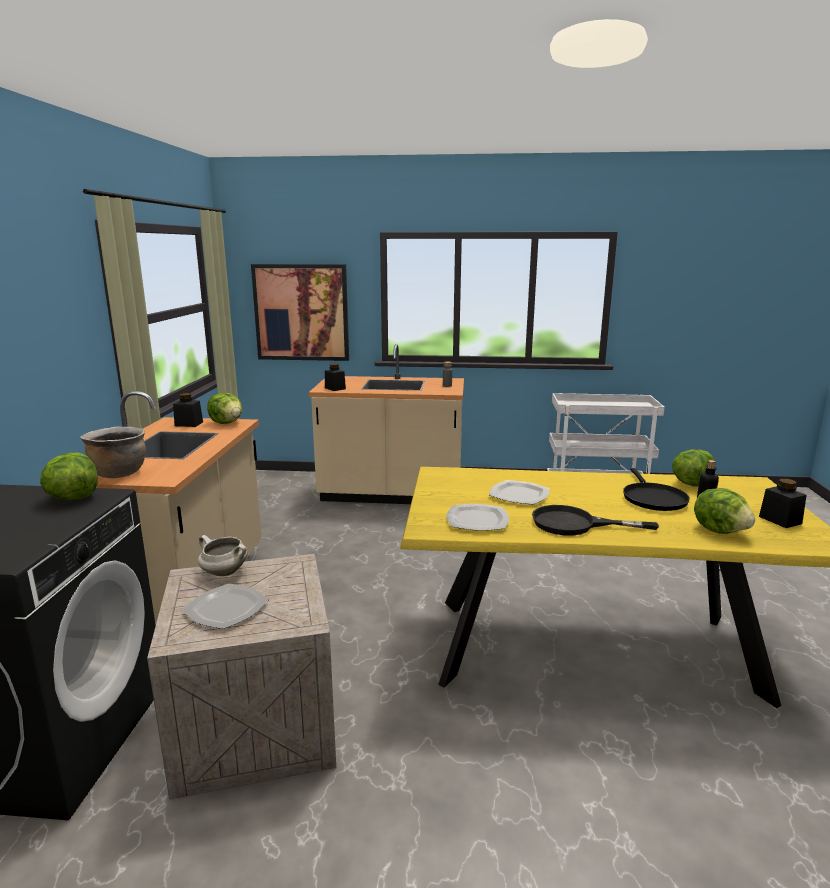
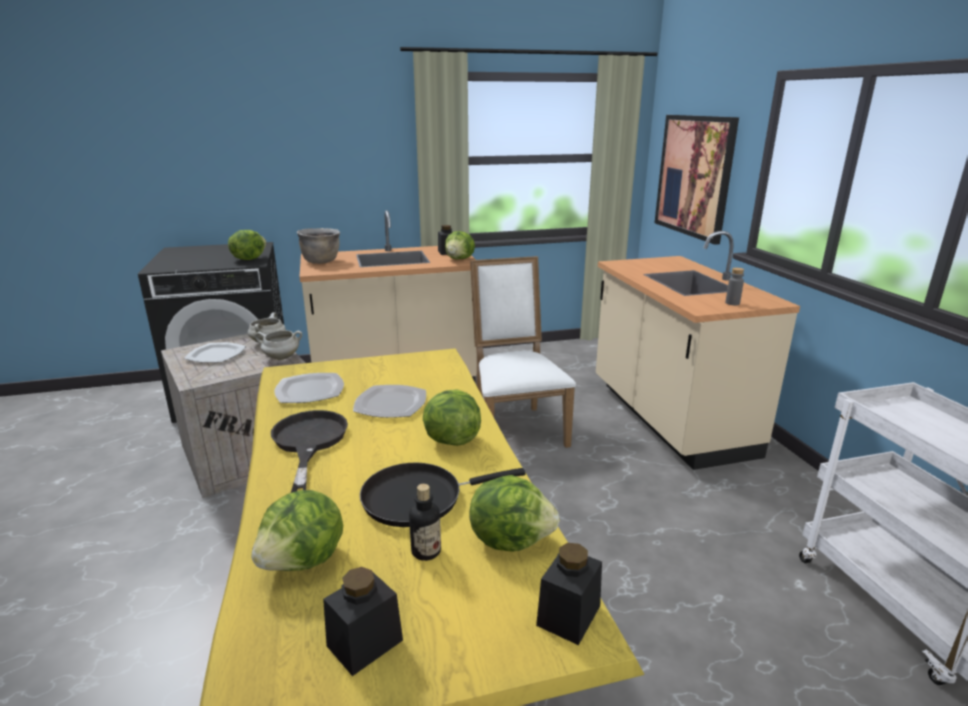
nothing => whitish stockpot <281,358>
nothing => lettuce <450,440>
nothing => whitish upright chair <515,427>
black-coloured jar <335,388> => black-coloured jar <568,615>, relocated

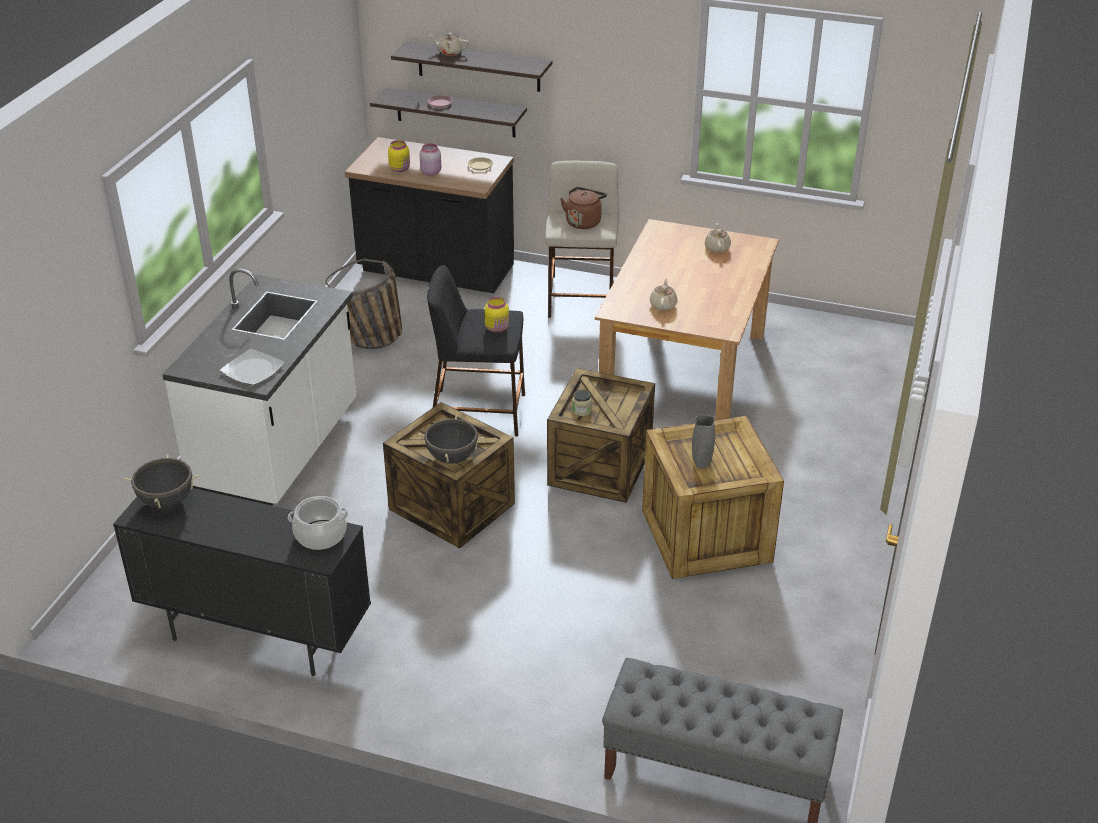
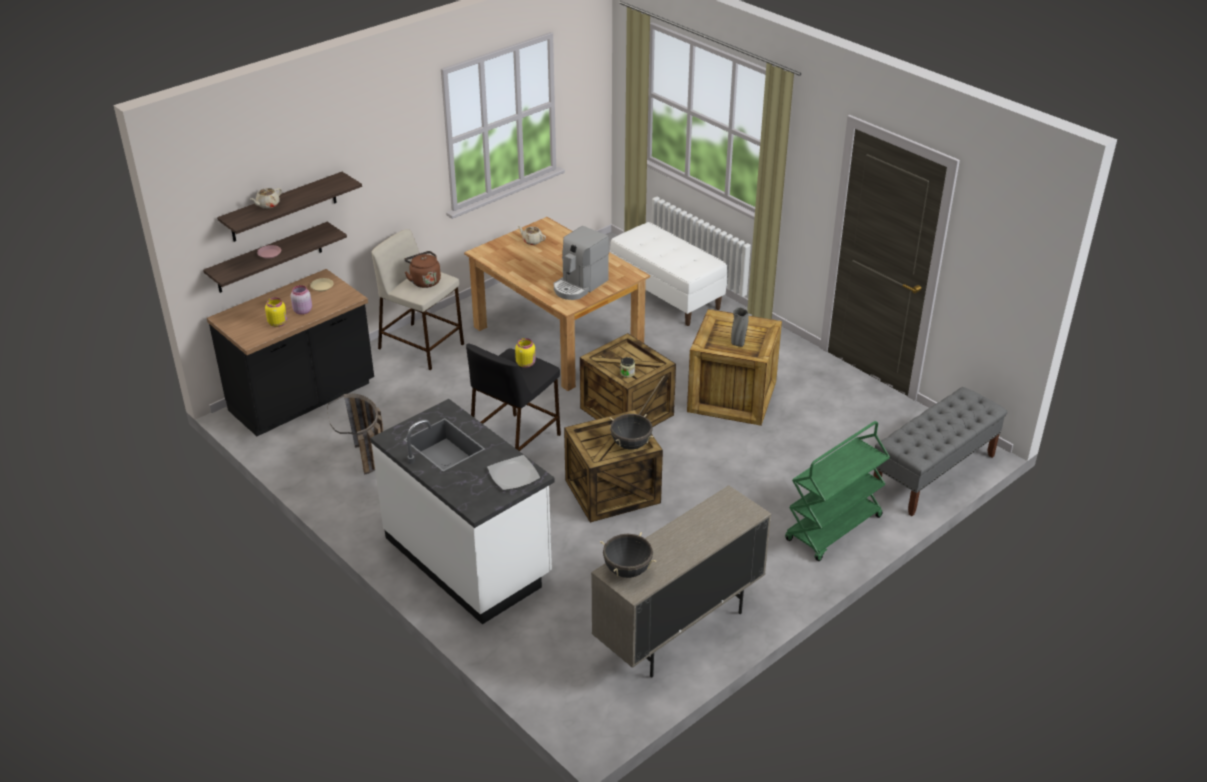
beige teapot <663,305> => coffee maker <579,285>
black-coloured cabinet <256,636> => beige cabinet <679,630>
nothing => whitish bench <667,295>
nothing => green cart <833,529>
stockpot <320,535> => nothing

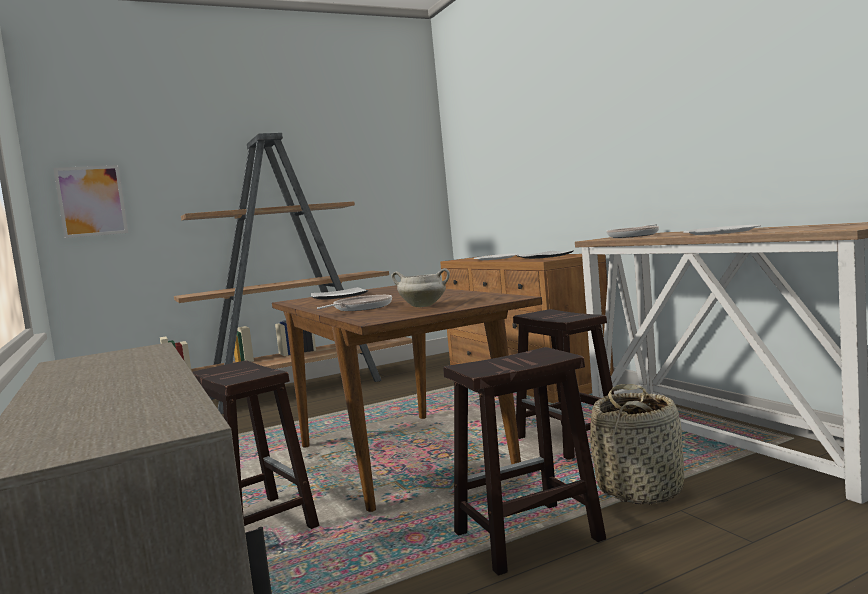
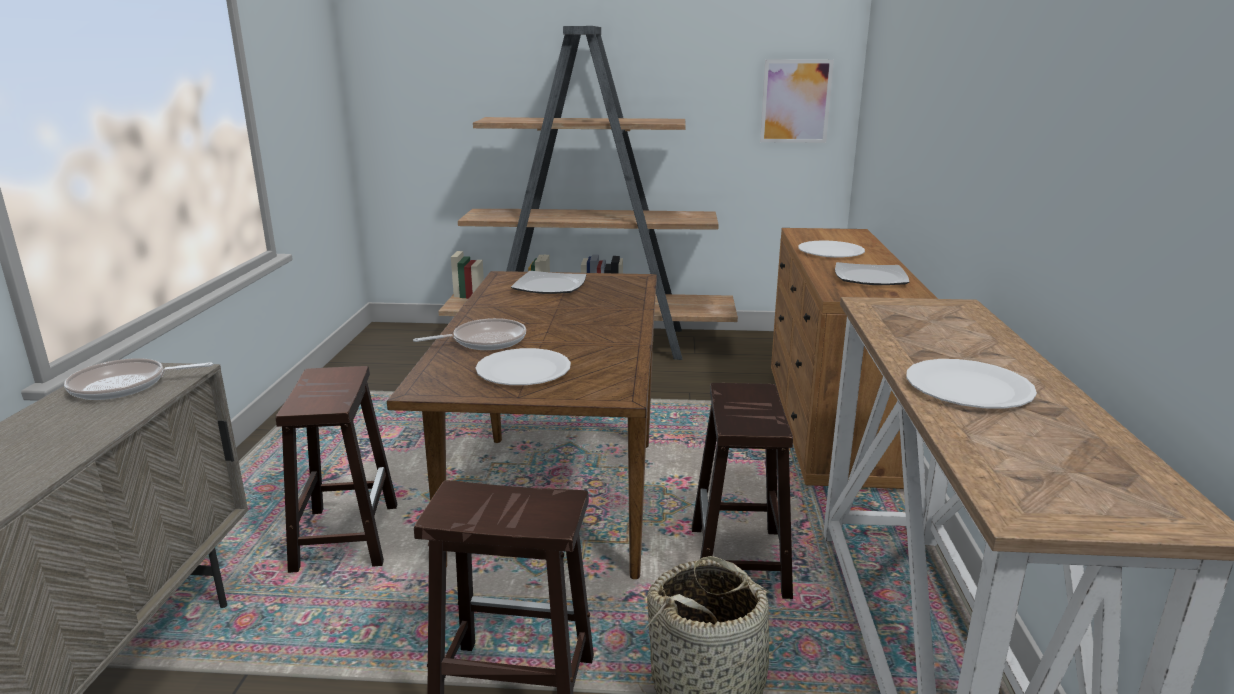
skillet <635,236> => skillet <124,386>, relocated
whitish stockpot <424,306> => whitish plate <524,370>
wall art <91,201> => wall art <795,101>, relocated

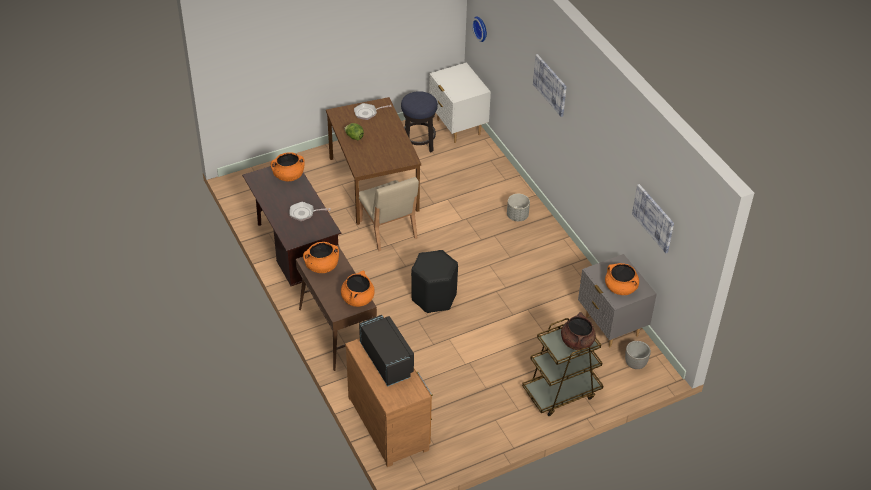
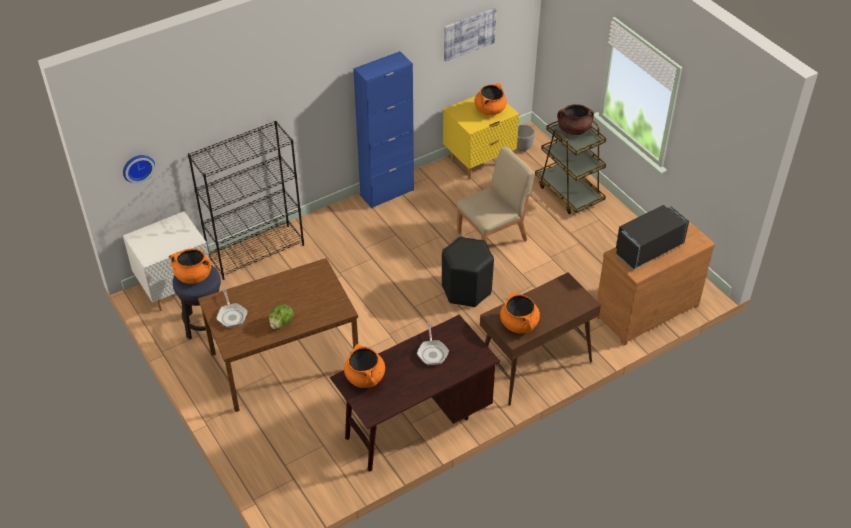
orange stockpot <358,298> => orange stockpot <193,276>, relocated
nothing => black-coloured shelving unit <256,251>
nothing => blue-coloured cabinet <387,193>
gray nightstand <611,326> => yellow nightstand <478,162>
beige upright chair <387,230> => beige upright chair <493,236>, relocated
gray plant pot <517,216> => nothing
wall art <550,85> => nothing

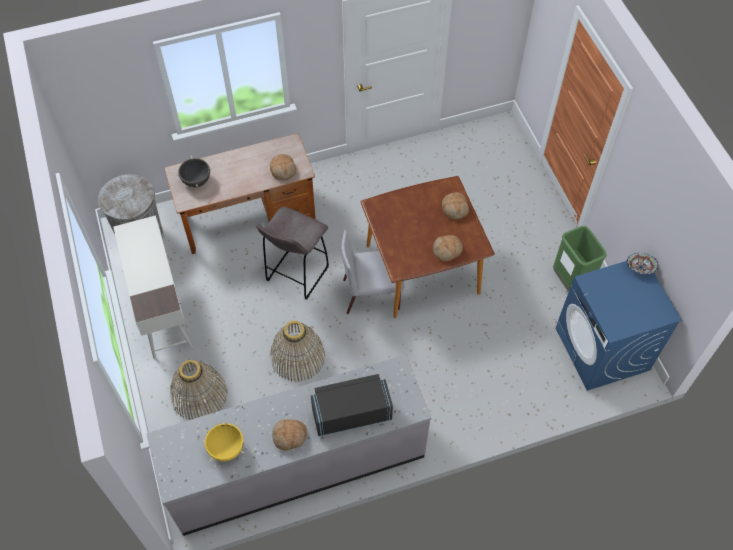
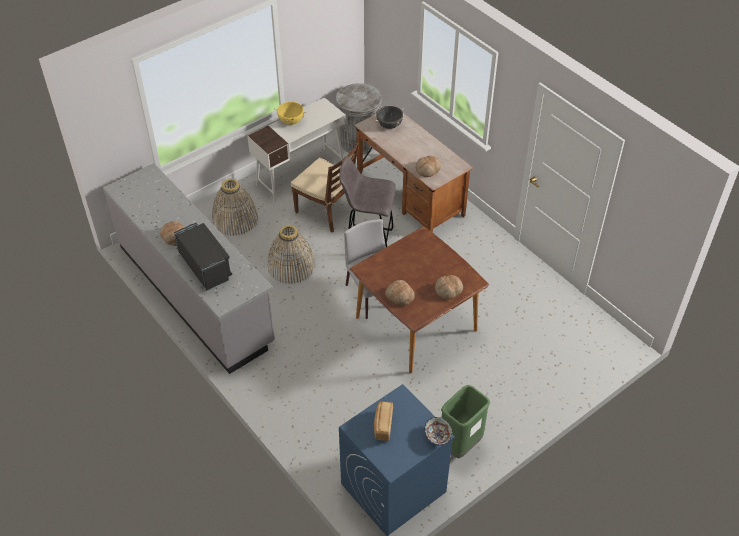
yellow stockpot <226,448> => yellow stockpot <291,121>, relocated
nothing => brownish upright chair <327,210>
nothing => bakery bread <382,425>

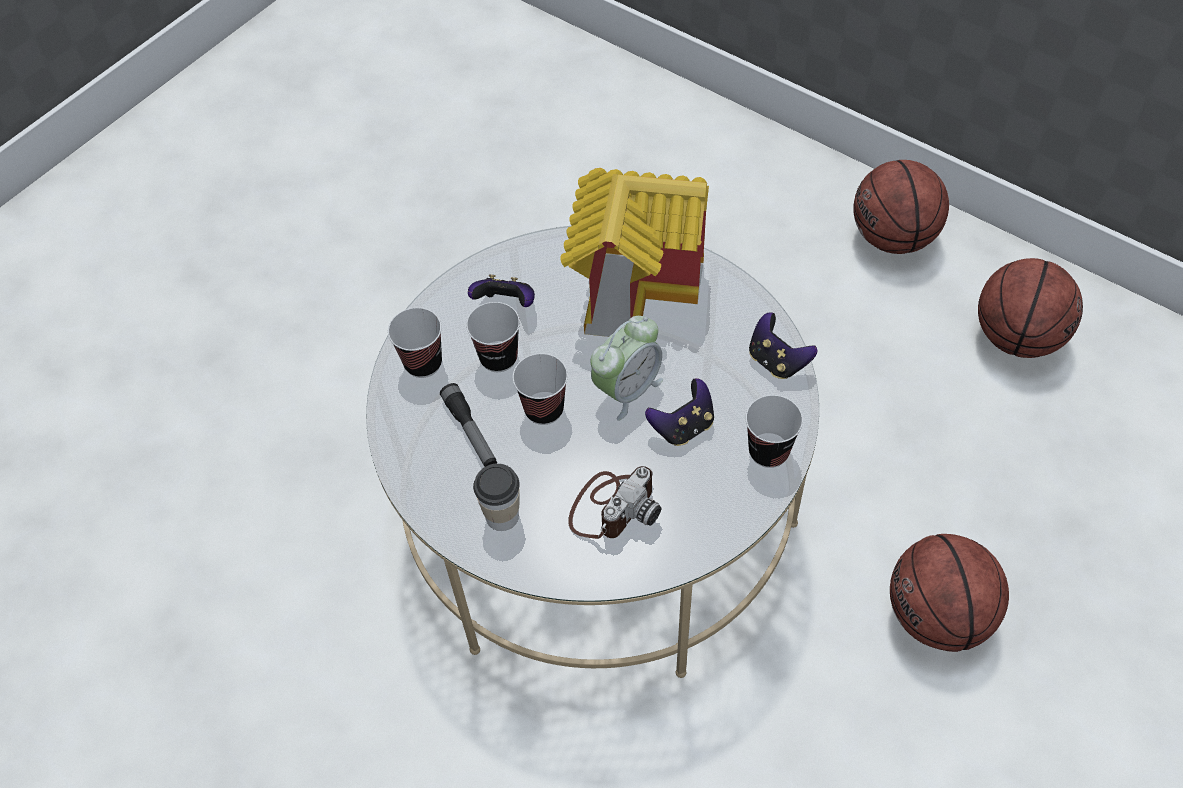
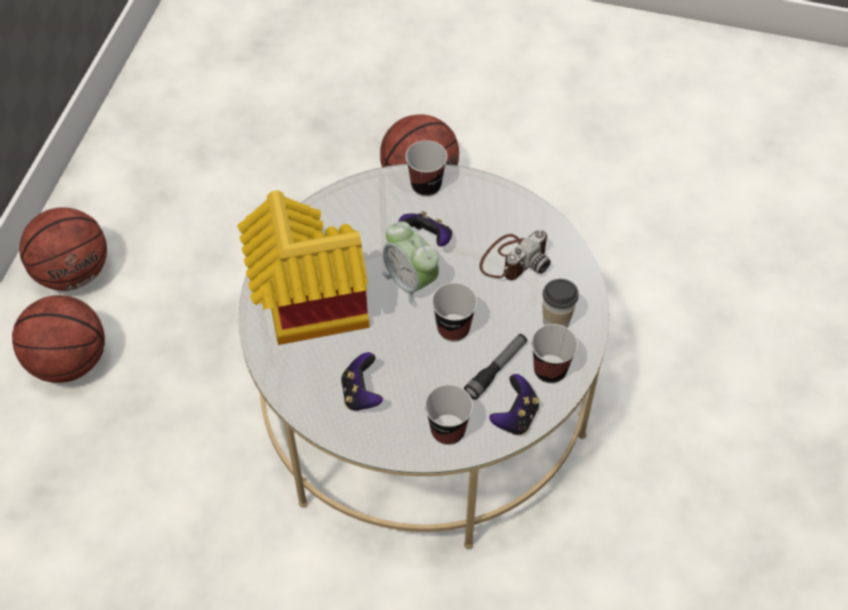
basketball <1017,337> => basketball <68,361>, relocated
alarm clock <627,389> => alarm clock <410,282>, 150 degrees counterclockwise
photo camera <613,506> => photo camera <514,259>, 120 degrees clockwise
game controller <777,361> => game controller <515,417>, relocated
cup <498,358> => cup <550,370>, relocated

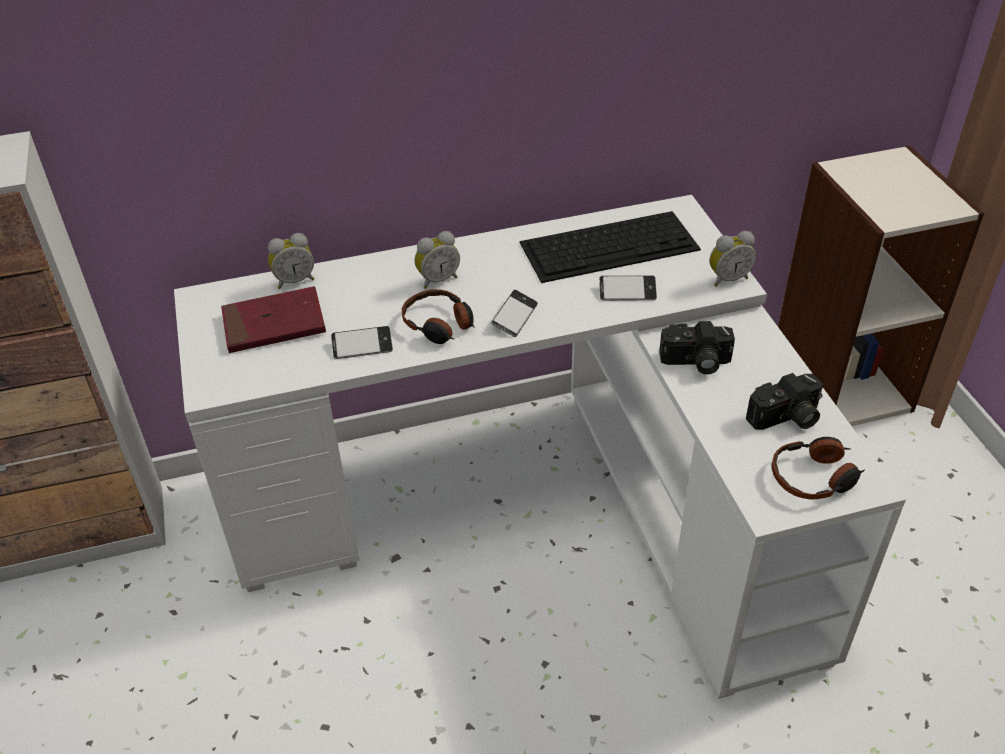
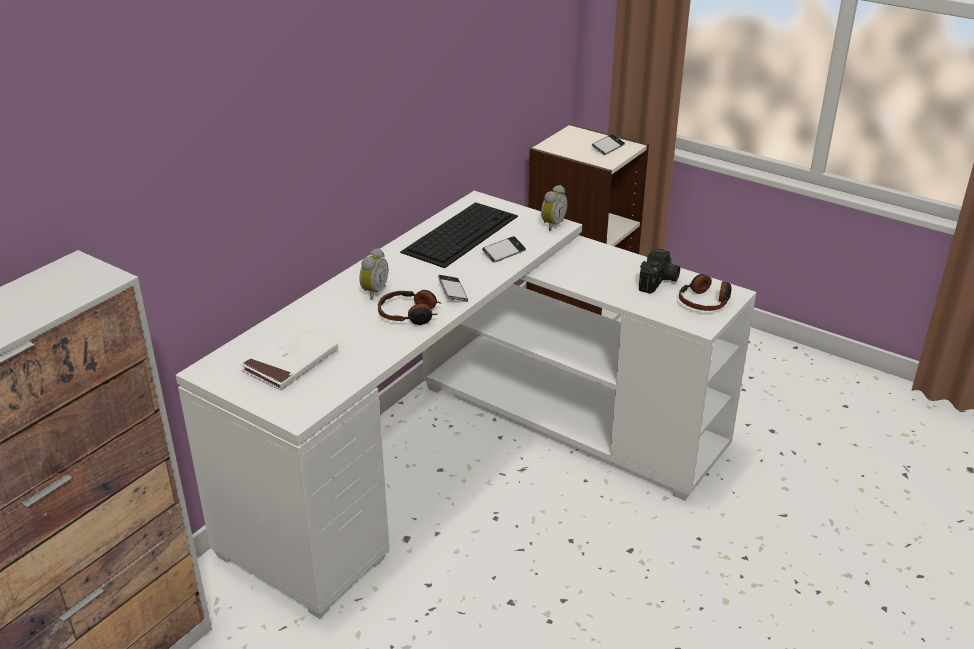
reddish volume <274,324> => whitish volume <290,361>
telephone <362,346> => telephone <608,147>, relocated
alarm clock <294,280> => nothing
photo camera <695,362> => nothing

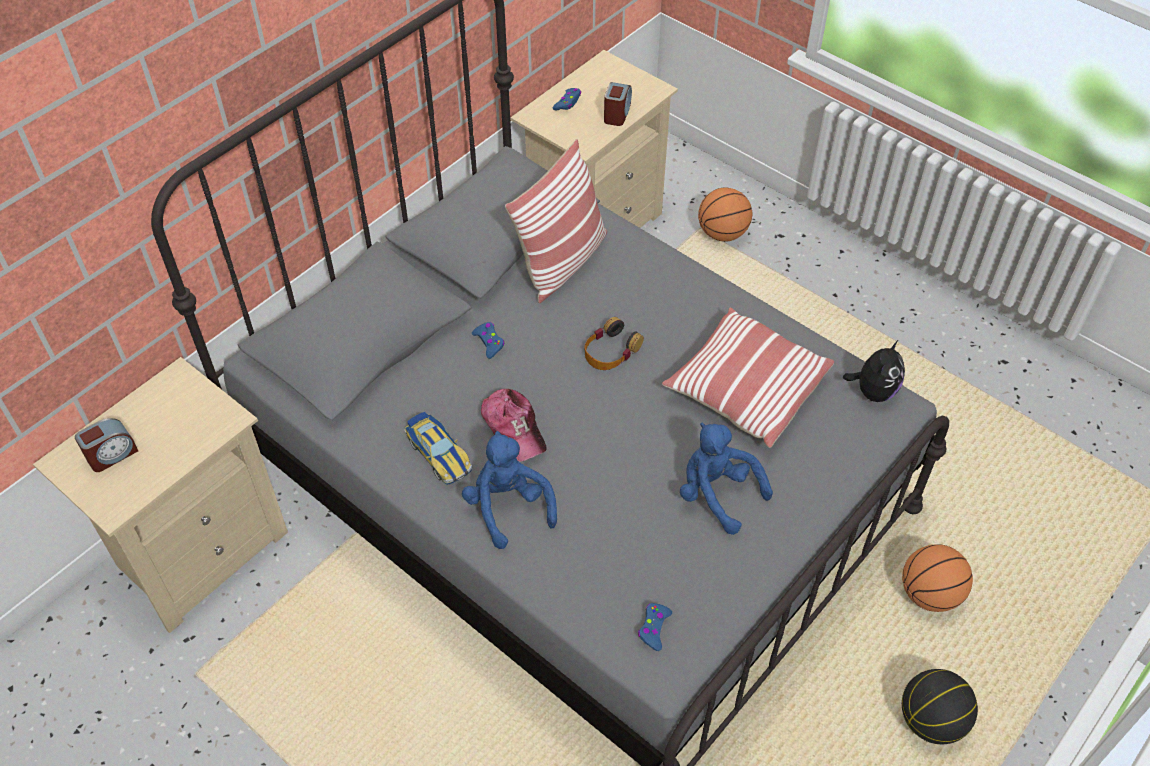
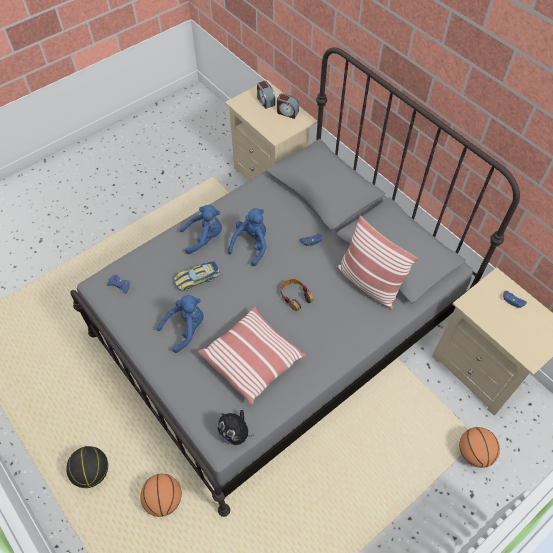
toy car <438,453> => toy car <197,278>, relocated
peaked cap <513,428> => blue-coloured cuddly toy <251,245>
alarm clock <617,113> => alarm clock <287,112>, relocated

